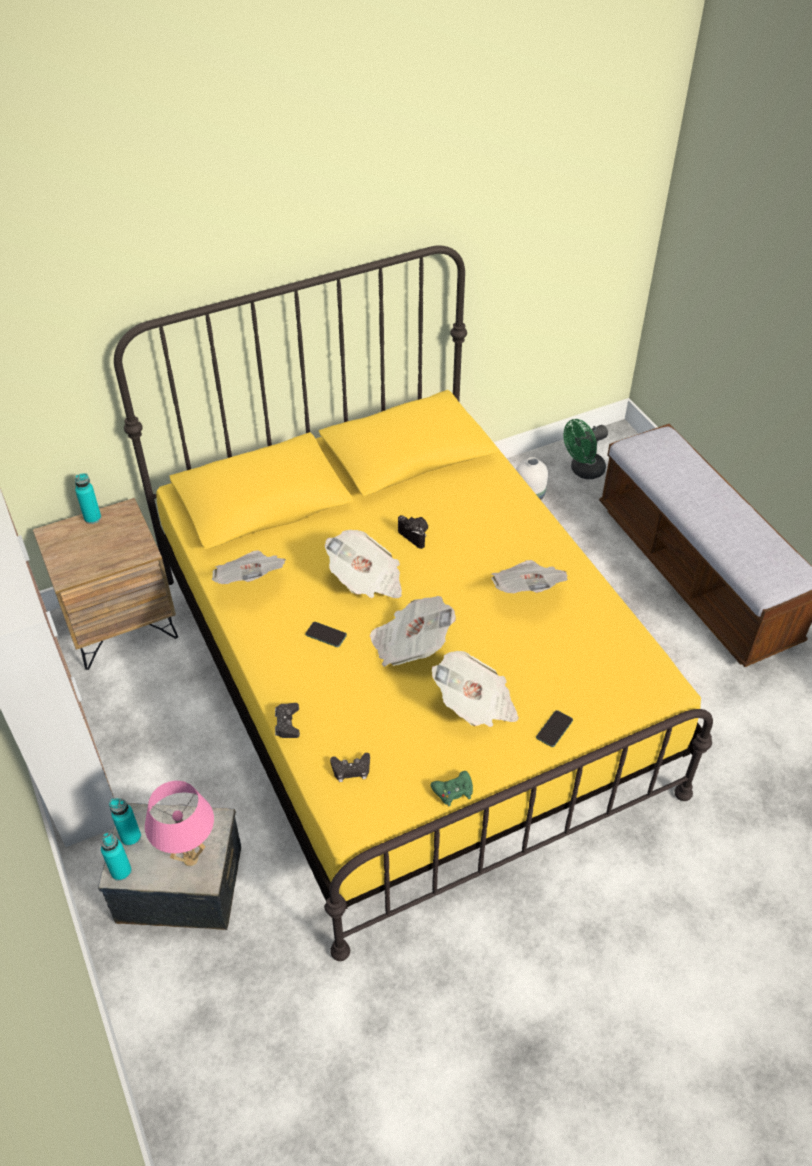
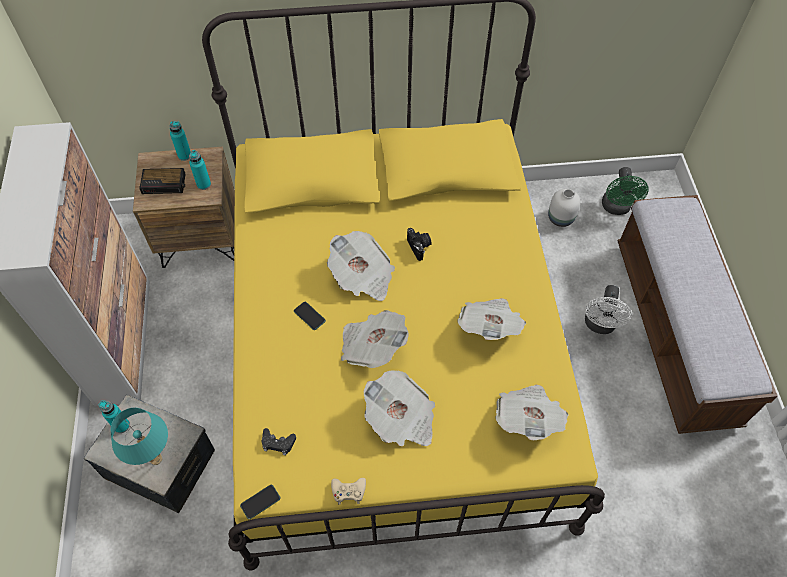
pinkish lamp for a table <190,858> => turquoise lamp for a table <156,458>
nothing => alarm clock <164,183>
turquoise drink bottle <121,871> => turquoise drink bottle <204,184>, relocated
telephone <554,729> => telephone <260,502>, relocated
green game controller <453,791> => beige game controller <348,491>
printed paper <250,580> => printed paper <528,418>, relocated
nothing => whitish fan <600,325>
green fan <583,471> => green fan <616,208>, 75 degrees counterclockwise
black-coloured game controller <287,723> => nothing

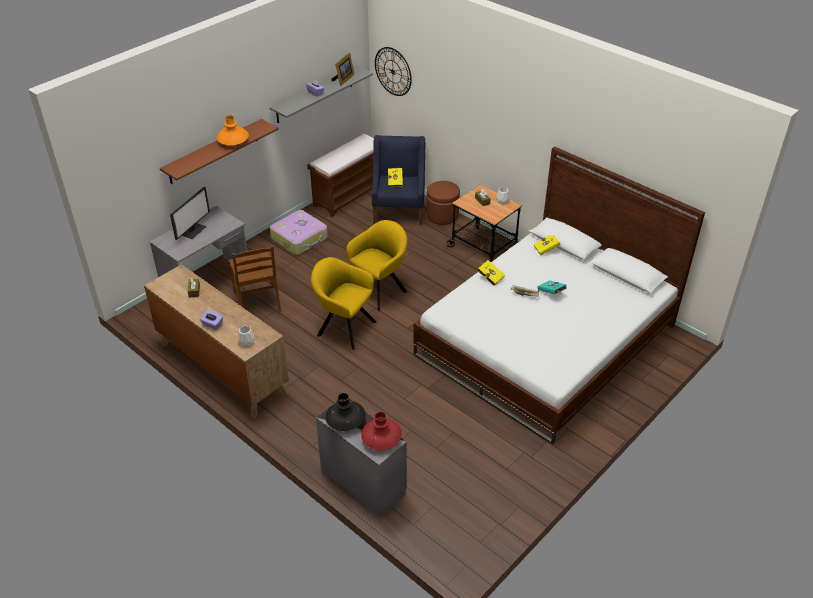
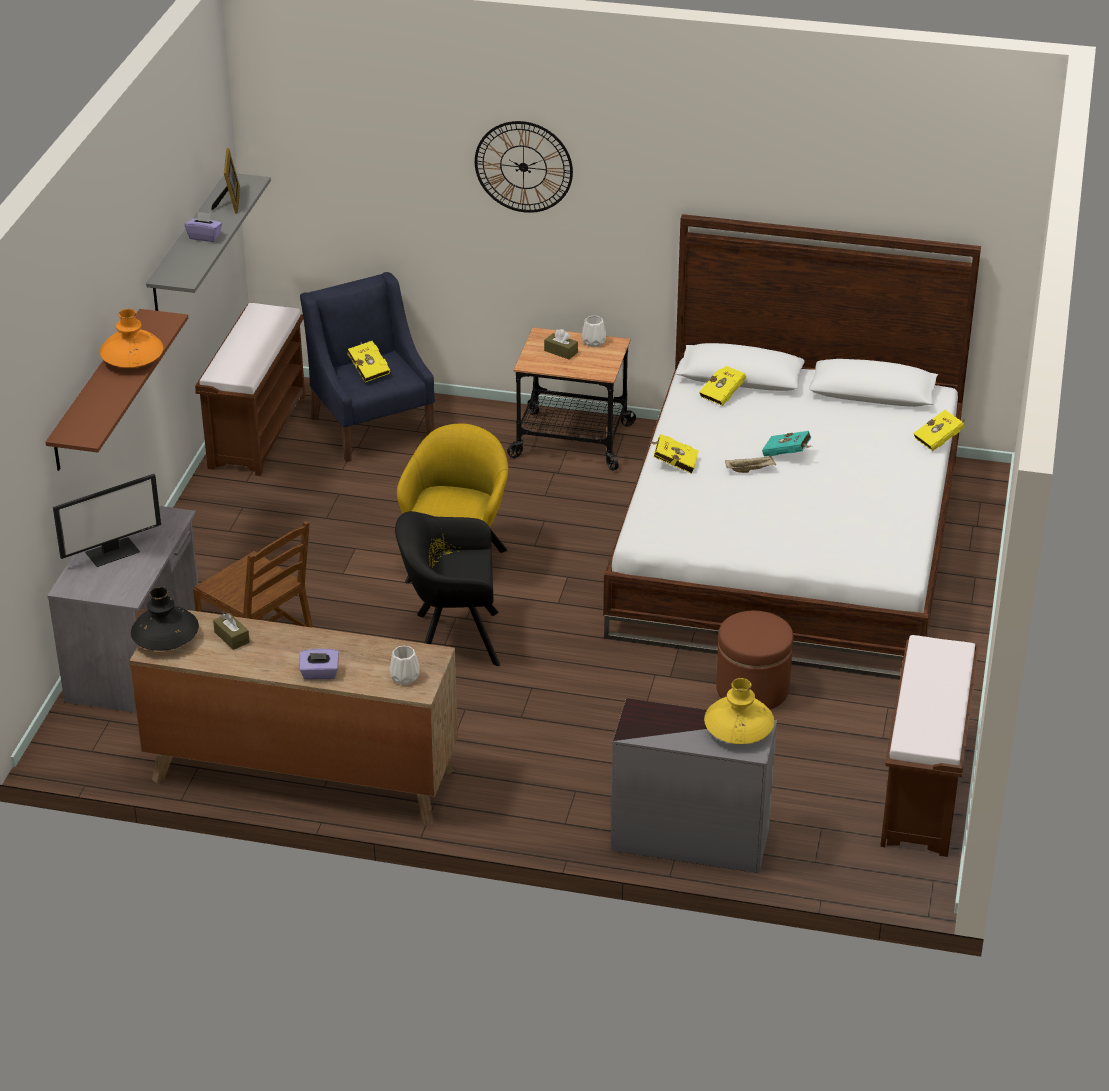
computer display <193,230> => computer display <112,551>, 60 degrees clockwise
black-coloured flower vase <345,420> => black-coloured flower vase <165,639>, relocated
yellow easy chair <343,327> => black-coloured easy chair <451,639>
wall clock <393,71> => wall clock <523,167>, relocated
reddish flower vase <381,439> => yellow flower vase <738,730>
brownish footrest <442,215> => brownish footrest <752,689>, relocated
nothing => brownish bench <923,792>
nothing => yellow volume <940,440>
travel case <300,238> => nothing

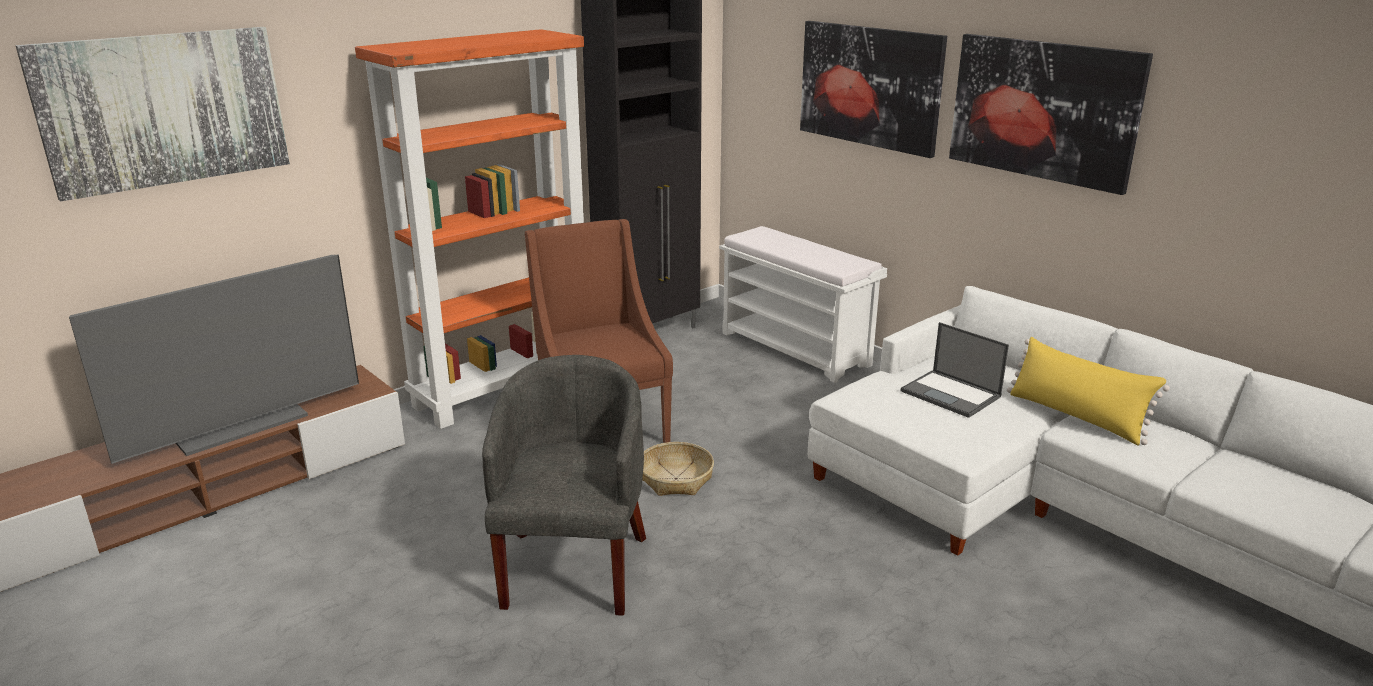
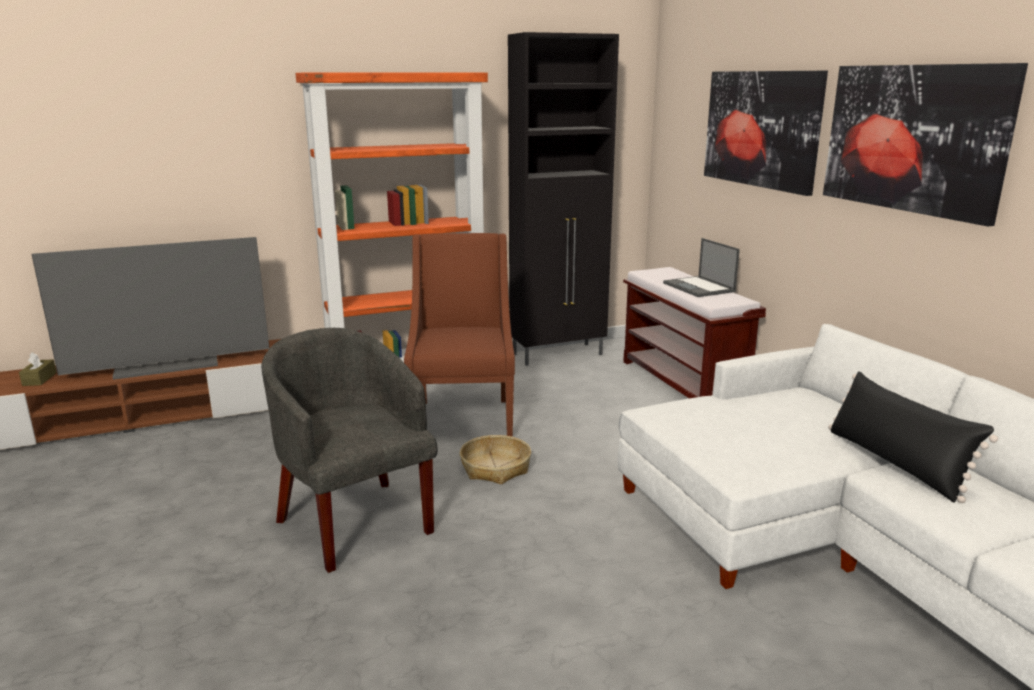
nothing => brownish box of tissues <39,379>
gray easy chair <574,566> => gray easy chair <354,521>, 60 degrees counterclockwise
whitish bench <796,349> => brownish bench <683,382>
laptop <951,394> => laptop <699,287>, relocated
yellow throw pillow <1076,416> => black-coloured throw pillow <895,463>
wall art <164,109> => nothing

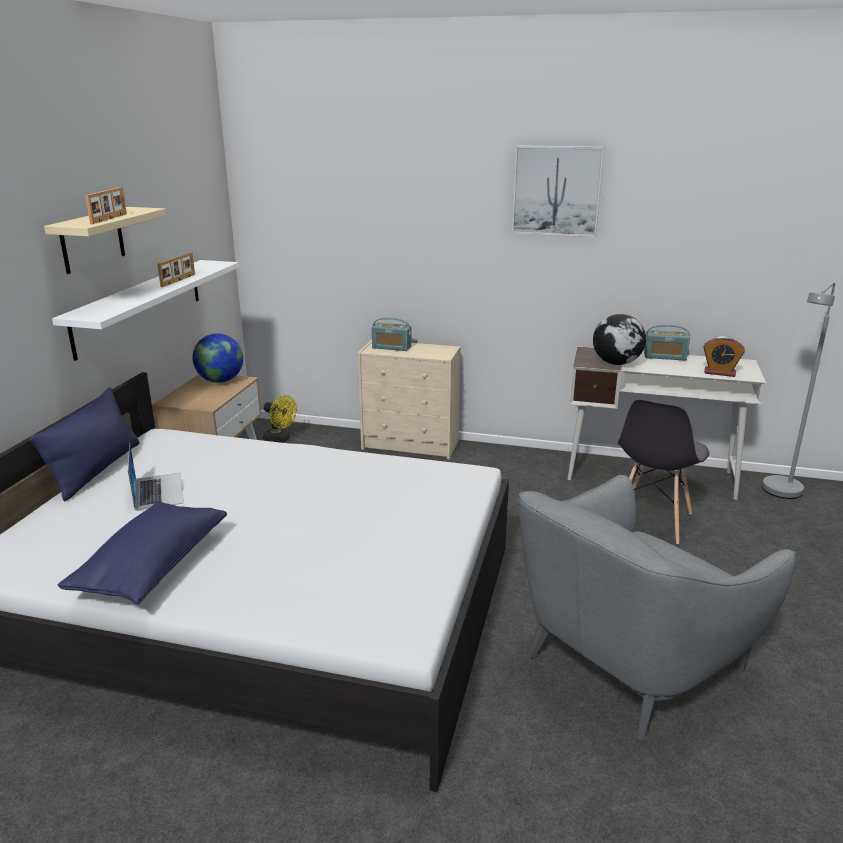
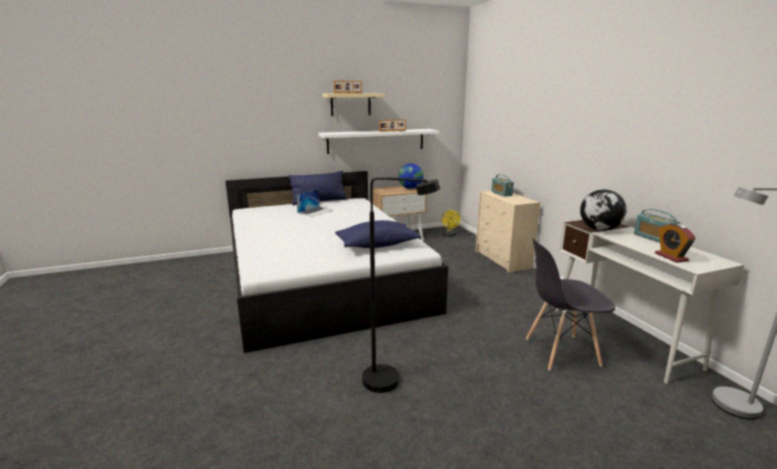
blue-coloured throw pillow <152,567> => blue-coloured throw pillow <377,245>, relocated
gray easy chair <629,661> => black-coloured standard lamp <391,381>
wall art <556,191> => nothing

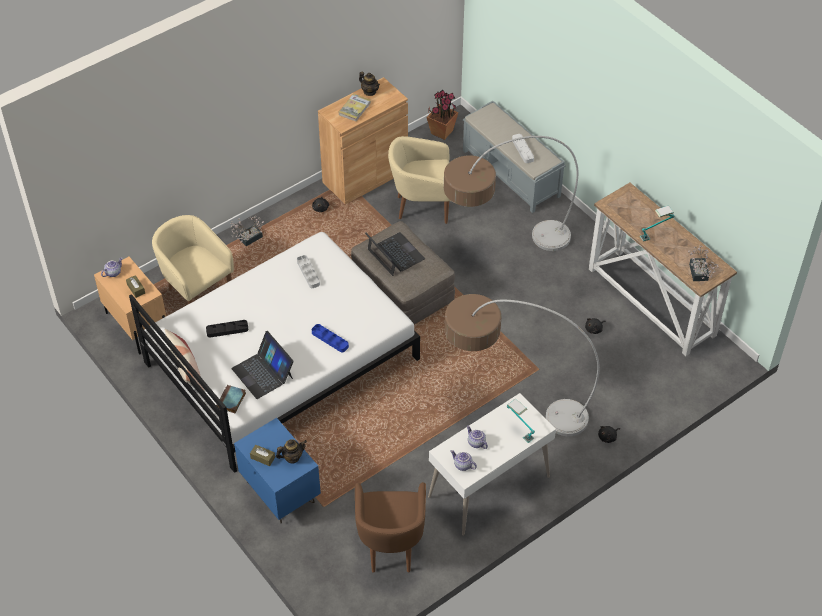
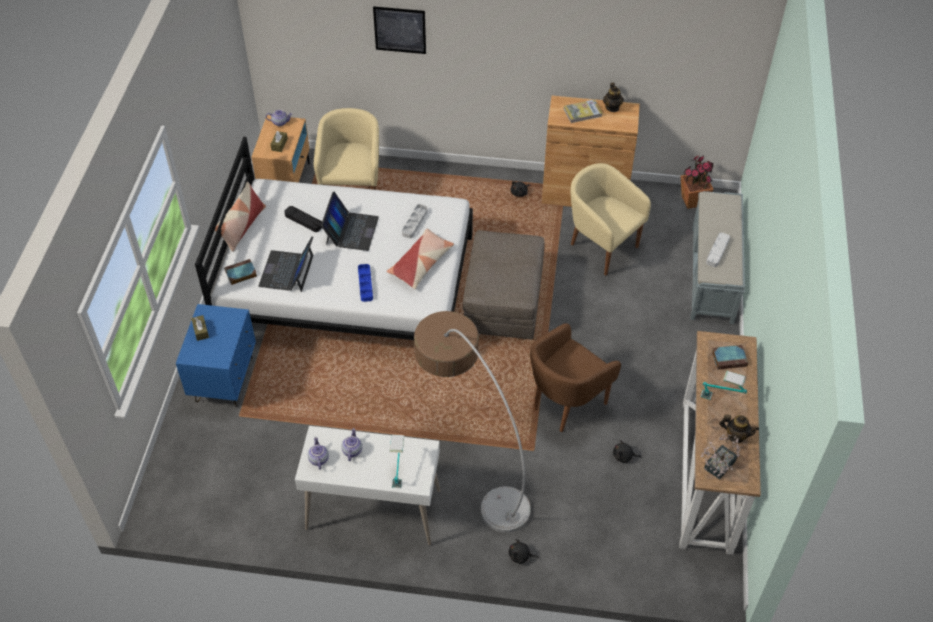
laptop <395,254> => laptop <351,230>, relocated
nothing => wall art <400,30>
nothing => throw pillow <421,263>
brownish easy chair <390,547> => brownish easy chair <565,404>, relocated
nothing => volume <729,358>
teapot <292,457> => teapot <736,436>, relocated
potted plant <248,239> => nothing
standard lamp <501,250> => nothing

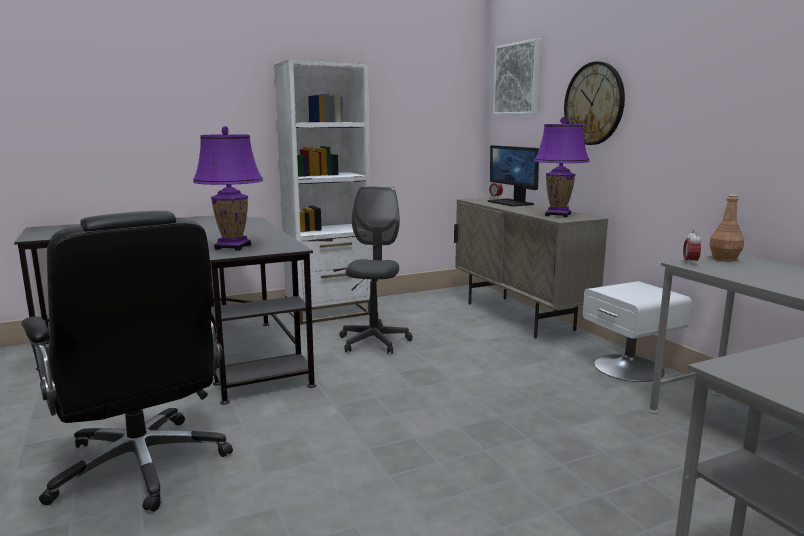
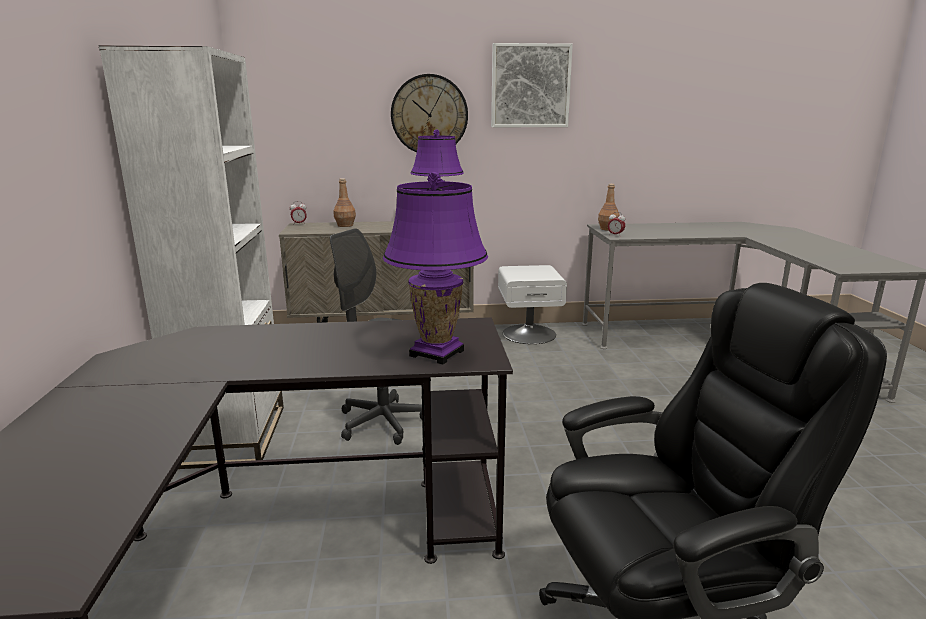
computer display <511,203> => brownish drink bottle <345,225>
wall art <517,79> => wall art <530,86>, relocated

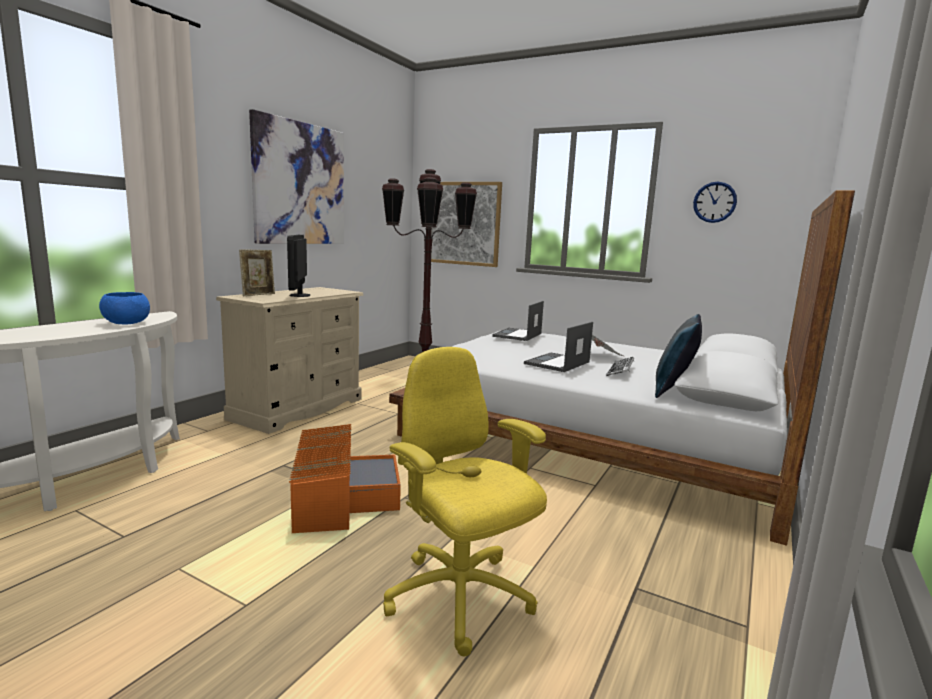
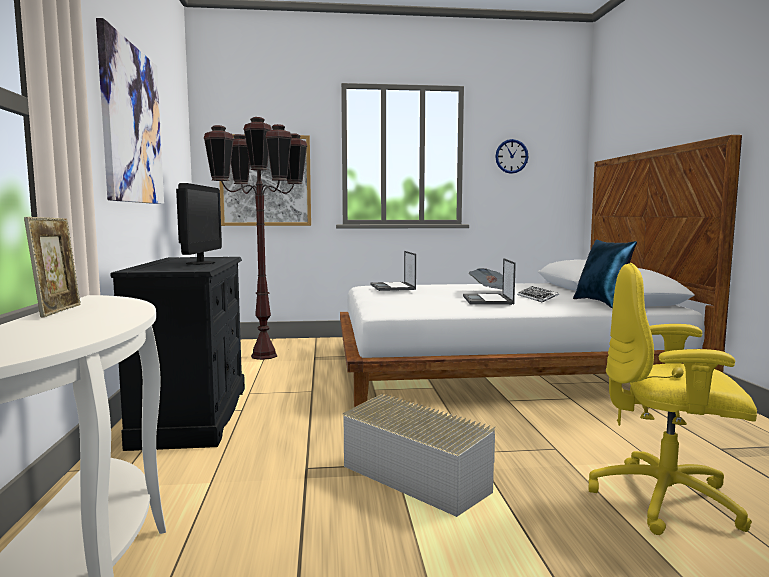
photo frame <258,295> => photo frame <58,311>, relocated
beige chest of drawers <298,409> => black-coloured chest of drawers <193,415>
computer display <300,295> => computer display <200,263>, 135 degrees counterclockwise
orange storage box <340,496> => gray storage box <423,471>
blue-coloured bowl <126,323> => nothing

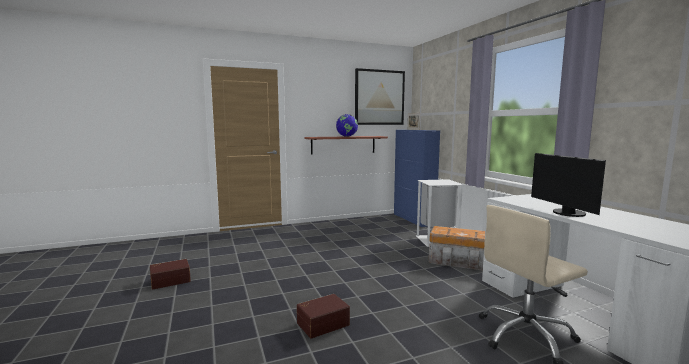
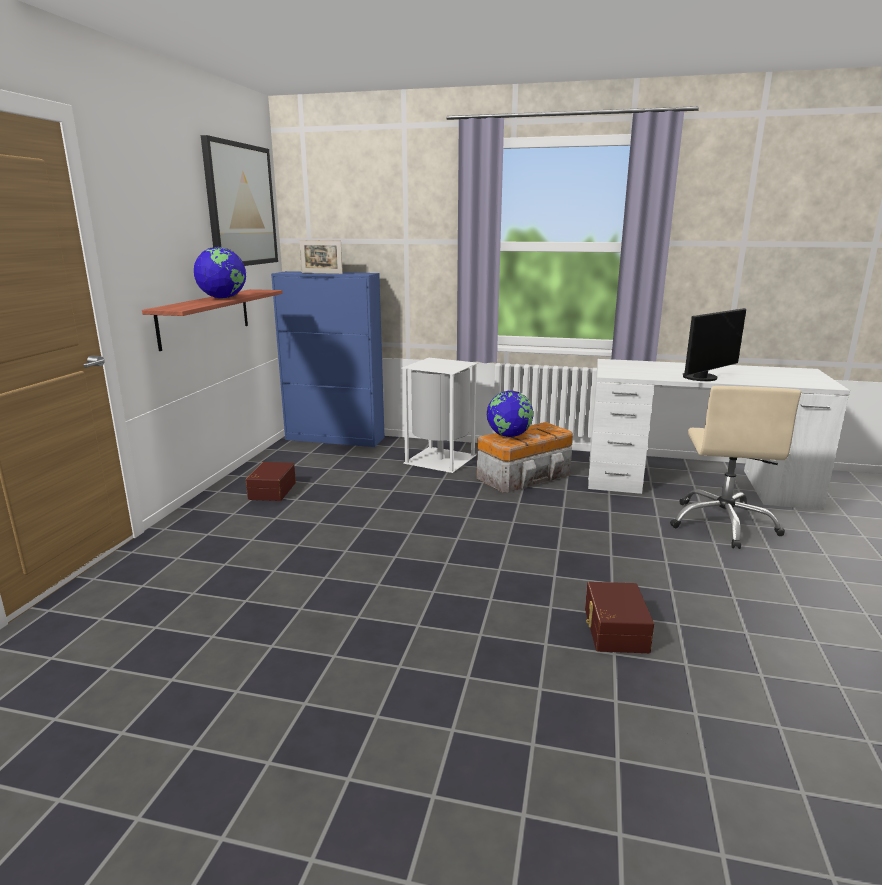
brownish storage box <170,280> => brownish storage box <271,490>, relocated
nothing => world globe <509,436>
computer display <566,213> => computer display <703,378>, 60 degrees counterclockwise

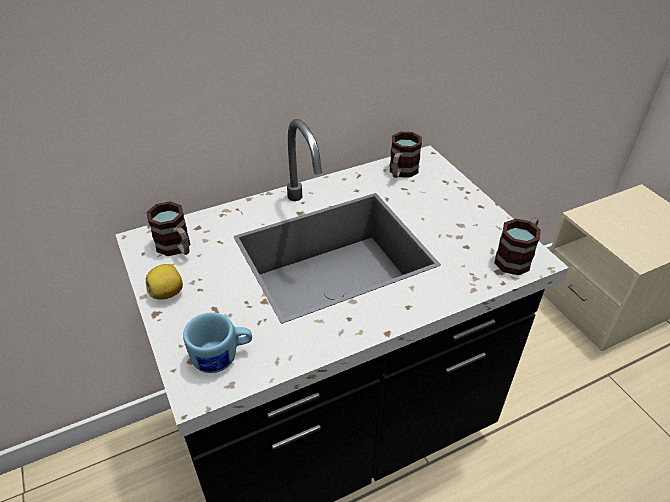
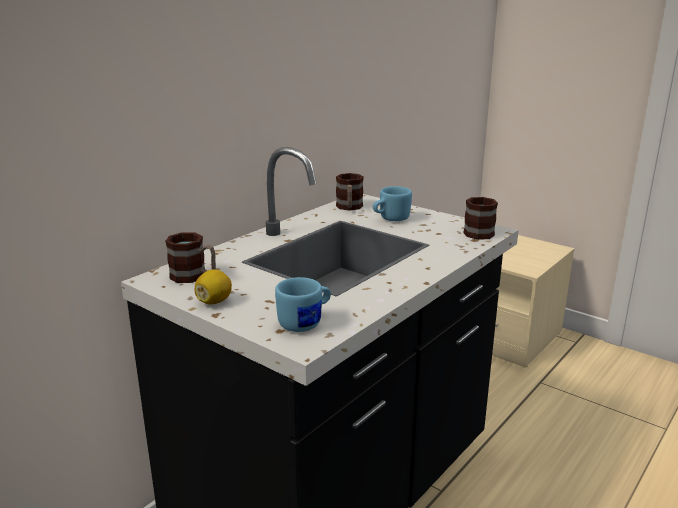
nothing => blue-coloured coffee mug <390,219>

